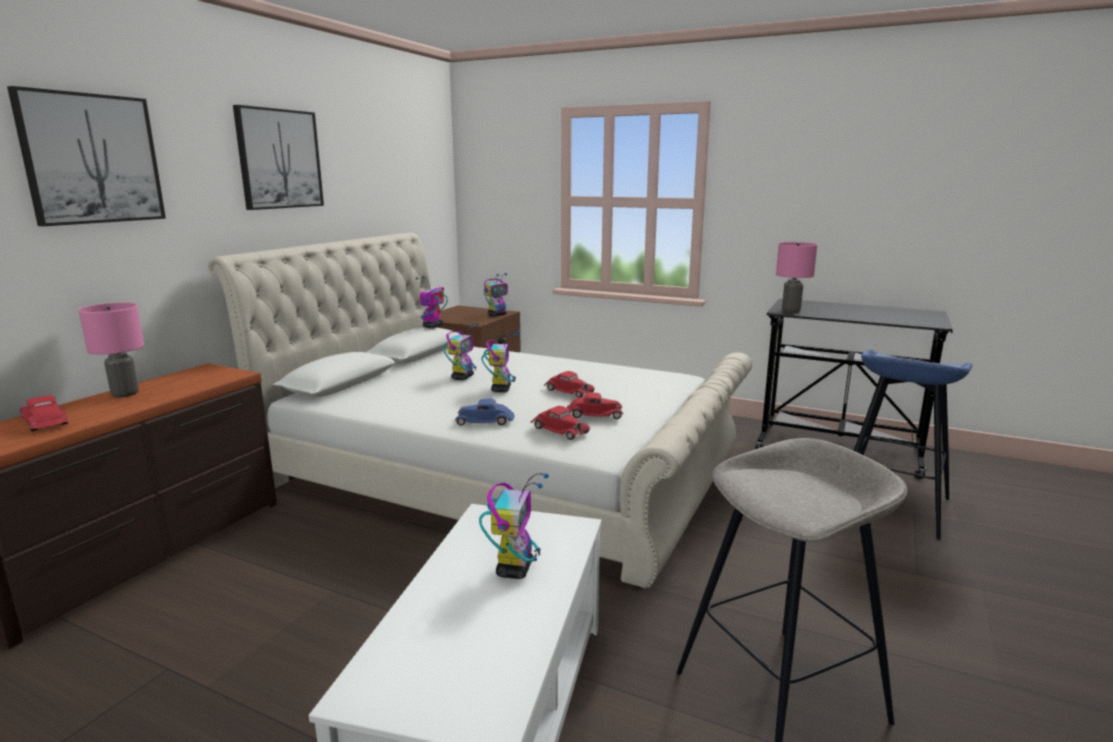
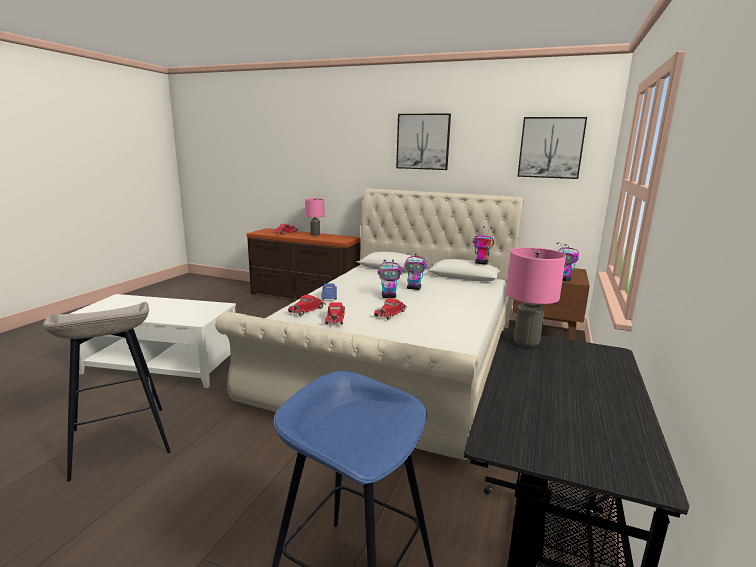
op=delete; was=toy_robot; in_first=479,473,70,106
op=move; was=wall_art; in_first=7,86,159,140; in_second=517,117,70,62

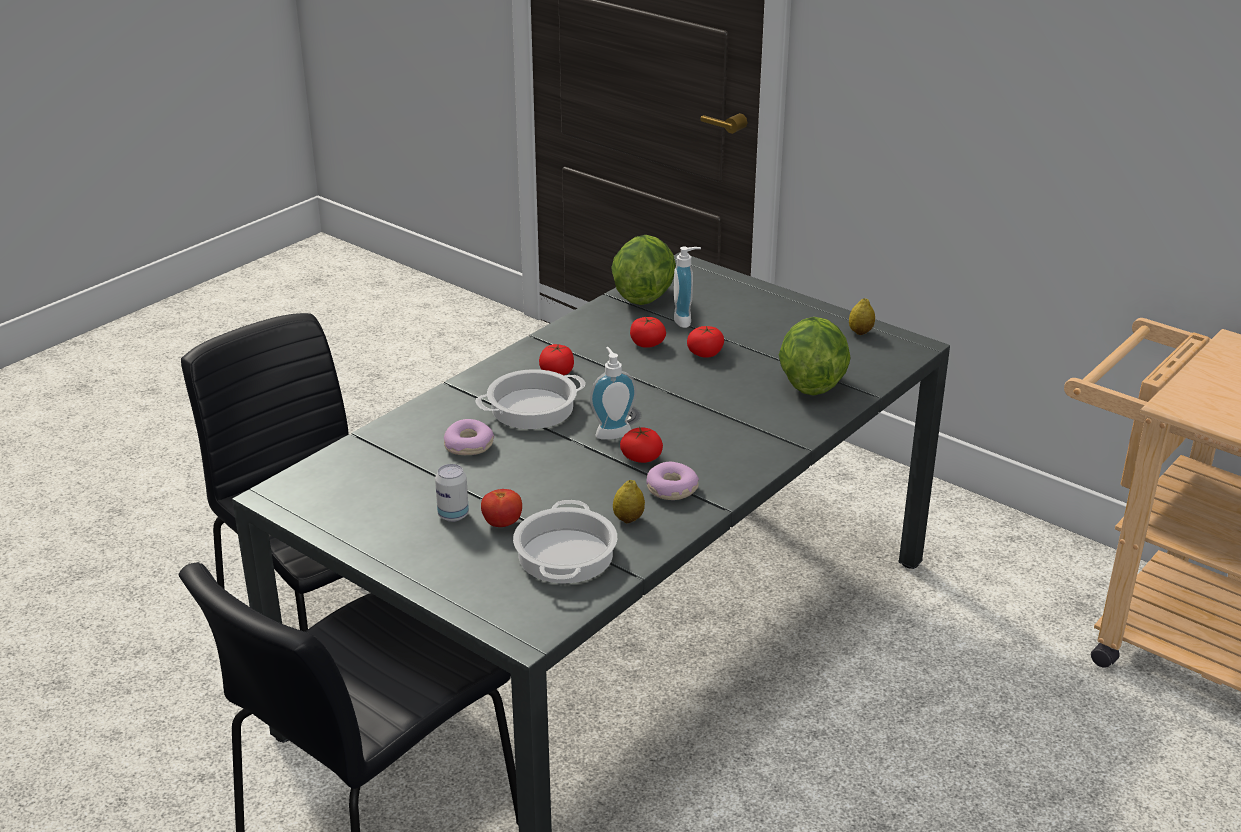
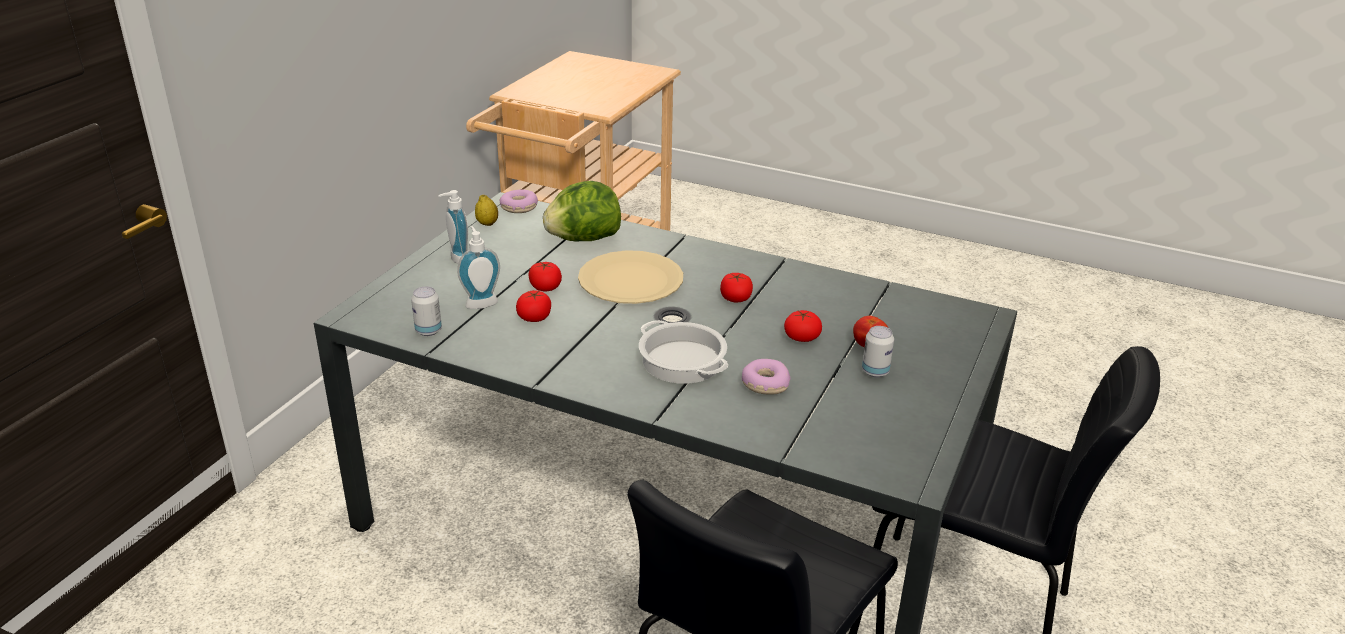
op=delete; was=saucepot; in_first=513,500,104,83
op=delete; was=lemon; in_first=613,480,32,43
op=insert; now=beige_plate; in_second=578,250,105,54
op=move; was=tomato; in_first=539,343,35,32; in_second=784,310,38,32
op=move; was=soap_bottle; in_first=590,347,47,92; in_second=438,190,30,74
op=move; was=doughnut; in_first=646,462,53,38; in_second=499,189,39,24
op=replace; was=lettuce_head; now=can; in_first=611,235,65,70; in_second=411,286,31,50

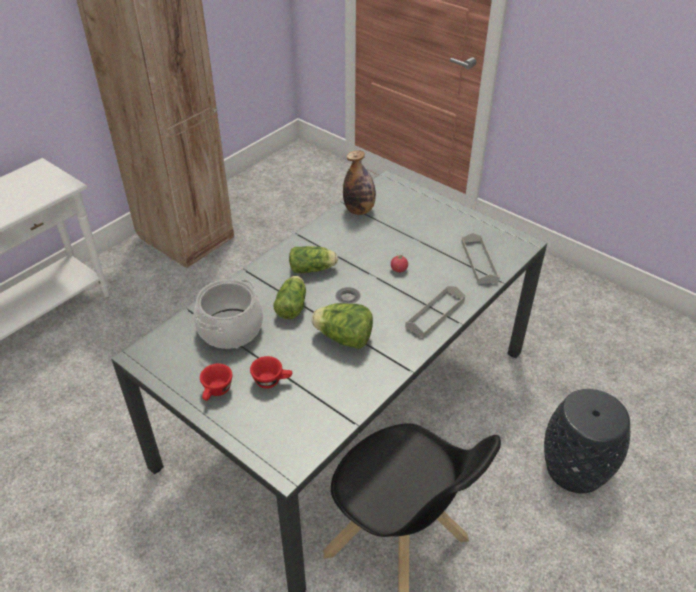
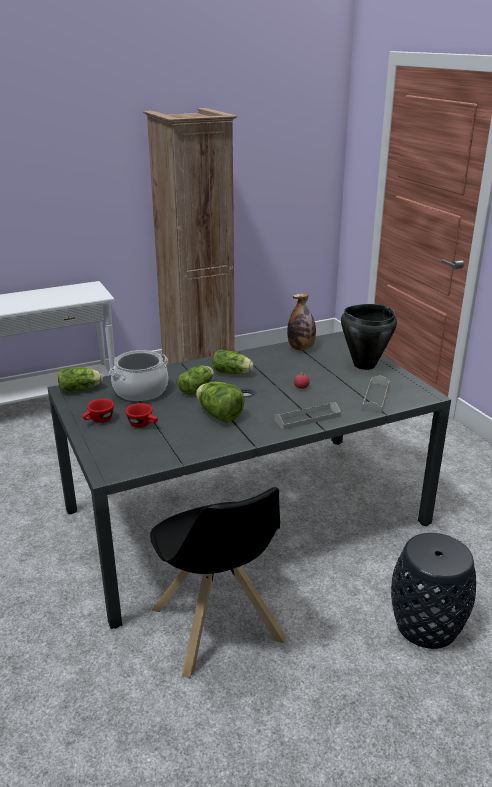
op=insert; now=lettuce_head; in_second=58,367,45,25
op=insert; now=black-coloured_saucepot; in_second=341,304,56,66

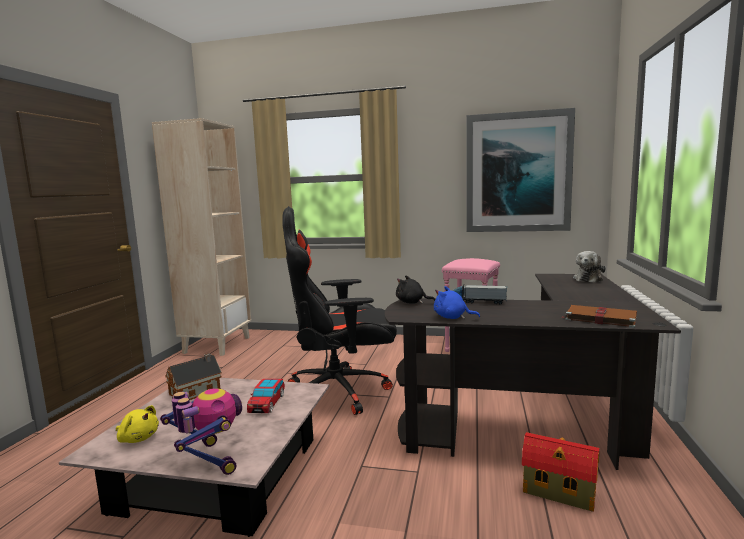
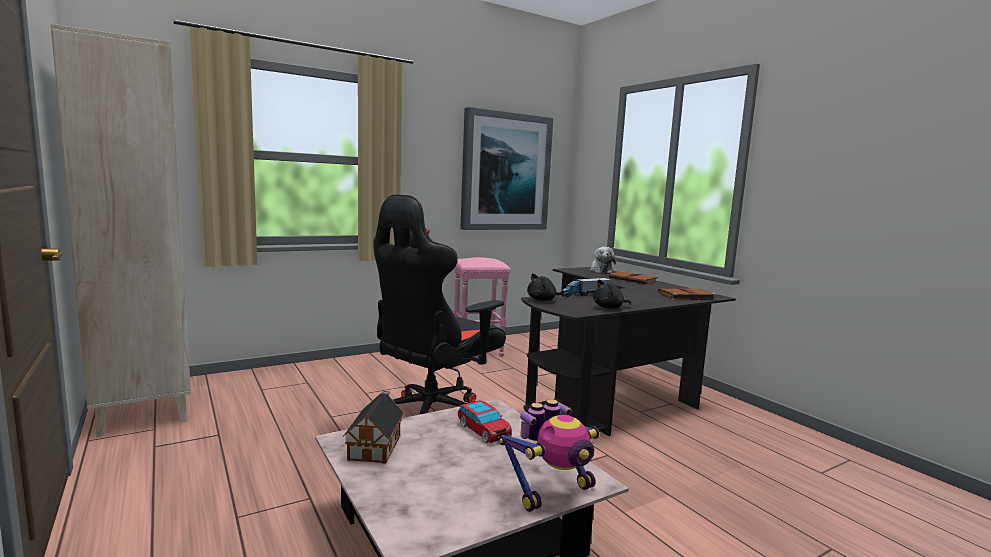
op=delete; was=yellowish_cuddly_toy; in_first=116,405,43,38
op=delete; was=toy_house; in_first=522,432,77,80
op=insert; now=brown-coloured_volume; in_second=609,271,49,13
op=recolor; was=blue-coloured_cuddly_toy; now=black-coloured_cuddly_toy; in_first=434,286,46,33; in_second=593,280,38,29
op=rotate; was=toy_robot; in_first=160,388,82,87; in_second=499,399,100,113; clockwise=135

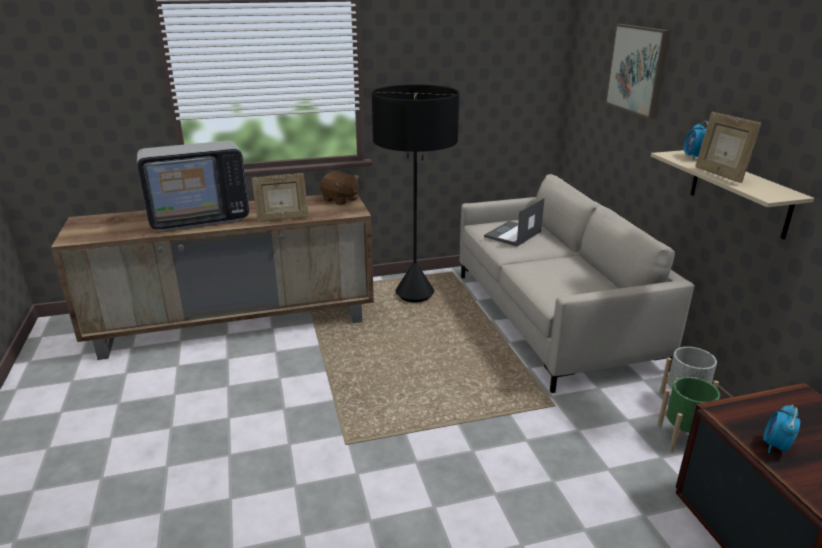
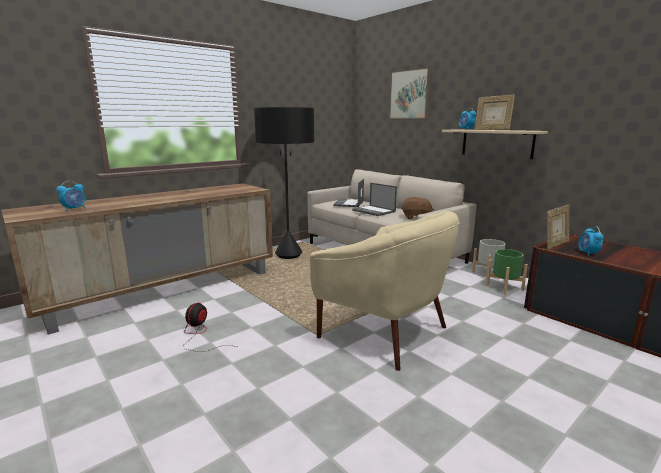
op=delete; was=television; in_first=137,141,112,90
op=insert; now=table_clock; in_second=57,181,28,30
op=insert; now=cooling_fan; in_second=183,303,54,49
op=insert; now=beige_lounge_chair; in_second=310,211,150,160
op=insert; now=portable_computer; in_second=352,183,45,33
op=move; was=picture_frame; in_first=252,173,57,49; in_second=547,204,22,46
op=move; was=brown-coloured_cuddly_toy; in_first=320,171,39,34; in_second=402,197,32,22

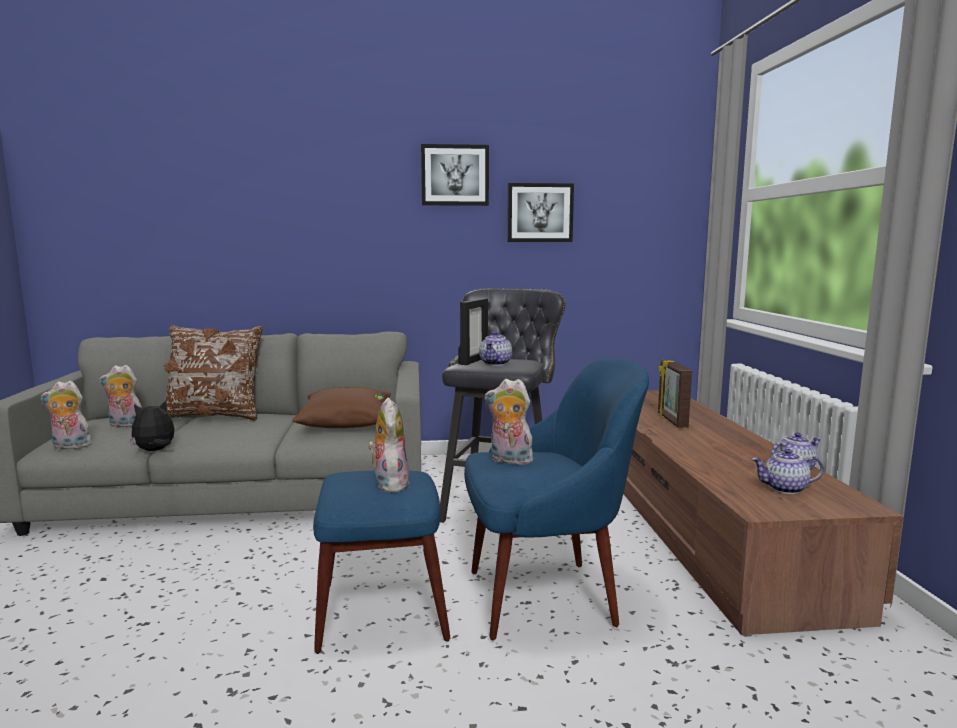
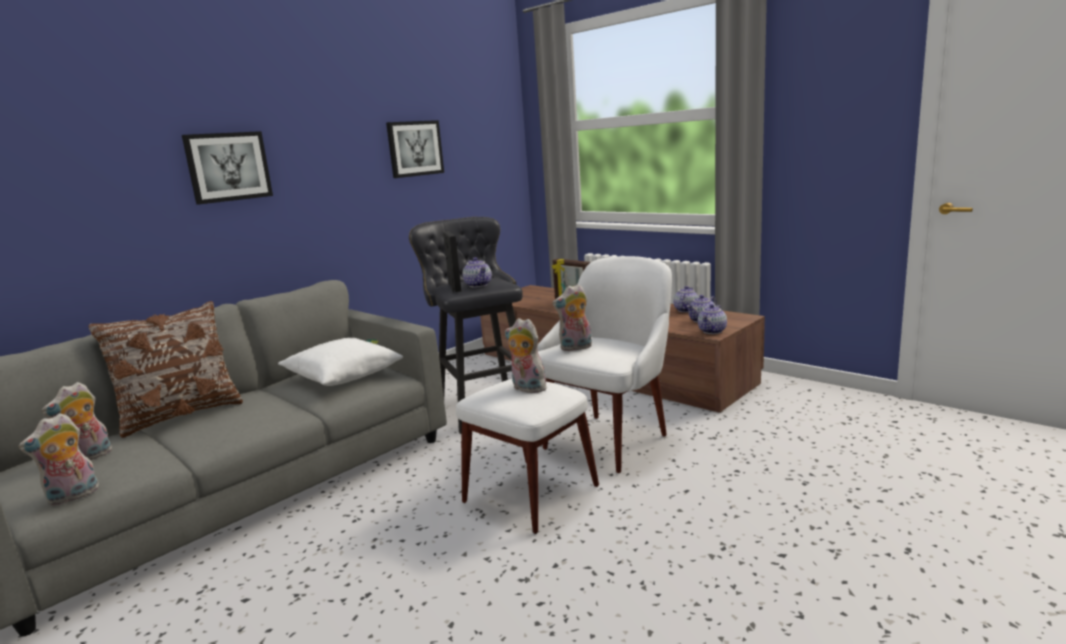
op=delete; was=cuddly_toy; in_first=130,401,45,50
op=insert; now=tea_pot; in_second=698,304,29,30
op=move; was=wall_art; in_first=421,144,68,62; in_second=182,131,91,74
op=recolor; was=brown-coloured_throw_pillow; now=whitish_throw_pillow; in_first=292,387,99,41; in_second=278,338,125,48
op=recolor; was=blue-coloured_lounge_chair; now=whitish_lounge_chair; in_first=313,358,336,296; in_second=456,256,216,278

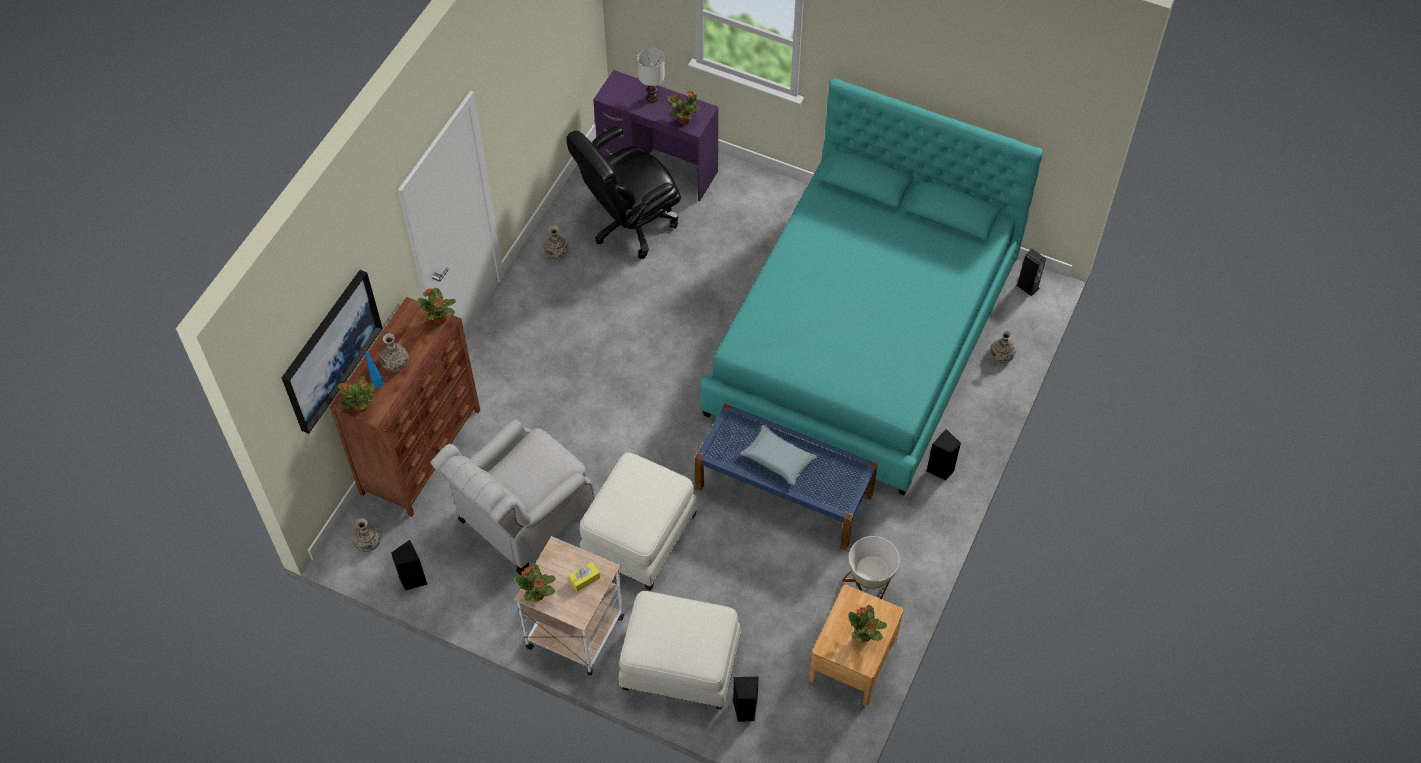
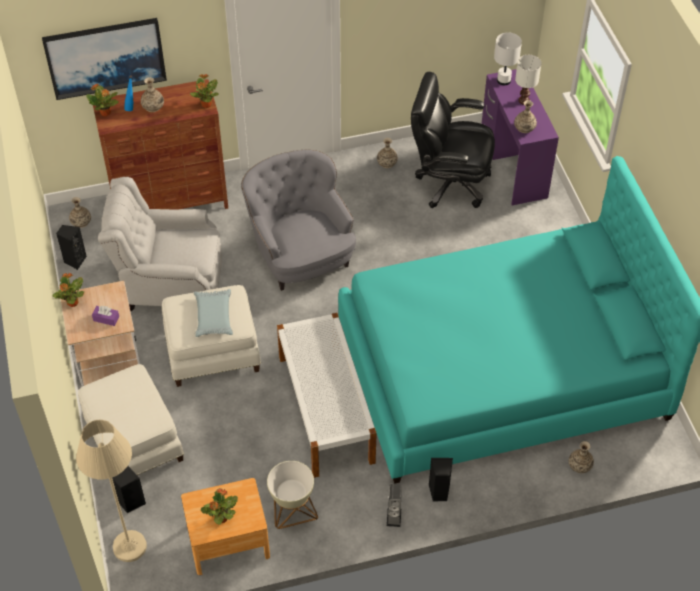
op=insert; now=beige_standard_lamp; in_second=76,420,71,142
op=insert; now=grey_lounge_chair; in_second=241,150,115,141
op=insert; now=whitish_tabletop_lamp; in_second=494,32,28,53
op=move; was=blue-coloured_throw_pillow; in_first=740,425,77,61; in_second=194,289,39,48
op=move; was=speaker; in_first=1016,249,30,47; in_second=387,483,15,44
op=replace; was=houseplant; now=vase; in_first=667,90,34,35; in_second=514,100,23,33
op=recolor; was=yellowish_tissue_holder; now=purple_tissue_holder; in_first=569,562,31,30; in_second=92,306,27,20
op=recolor; was=blue-coloured_long_seat; now=whitish_long_seat; in_first=695,403,183,148; in_second=277,313,100,165

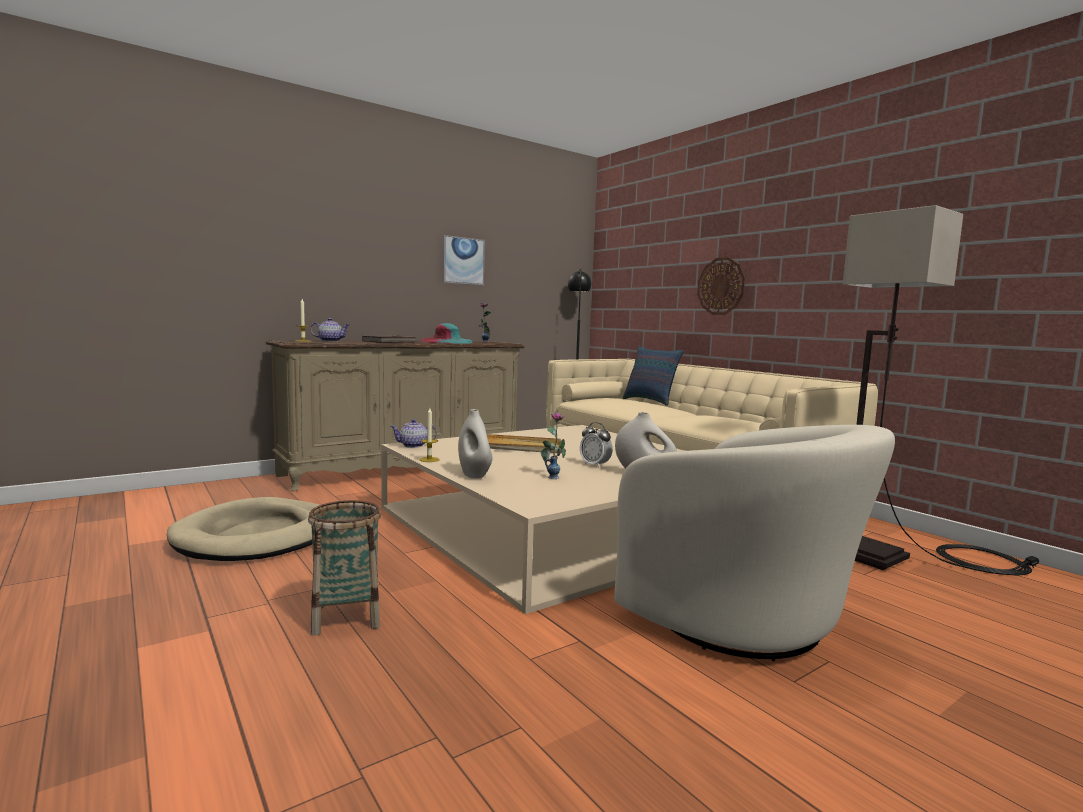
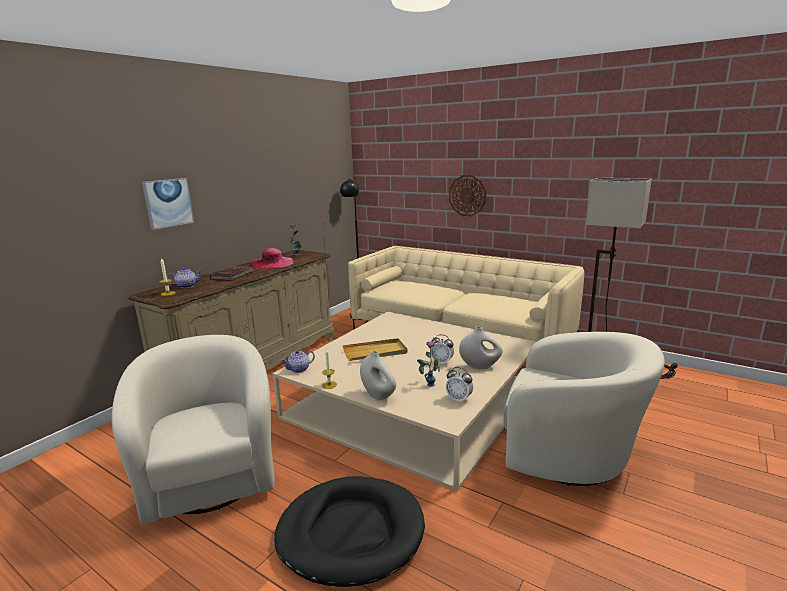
op=delete; was=blue-coloured_throw_pillow; in_first=623,346,60,60
op=insert; now=table_clock; in_second=446,367,27,36
op=move; was=wall_art; in_first=442,235,43,50; in_second=142,178,52,52
op=replace; was=beige_pet_bed; now=beige_lounge_chair; in_first=166,497,153,64; in_second=112,335,163,189
op=replace; was=storage_basket; now=black-coloured_pet_bed; in_first=308,500,73,136; in_second=274,476,151,111
op=recolor; was=turquoise_hat; now=pinkish_hat; in_first=420,323,53,21; in_second=250,248,44,21

